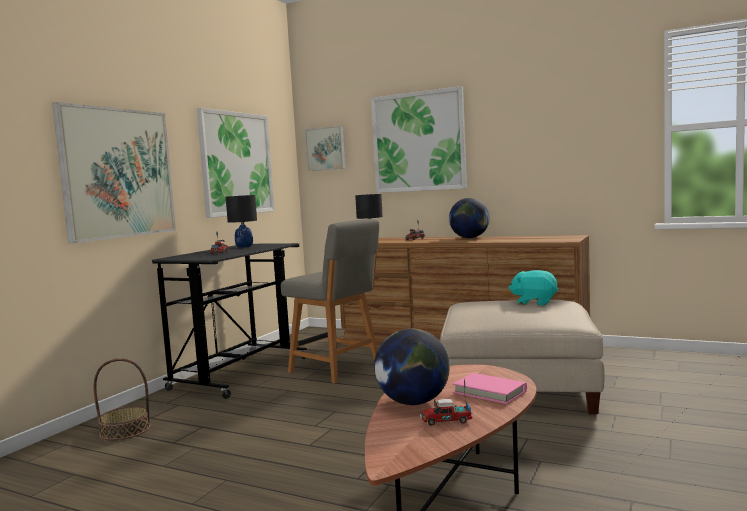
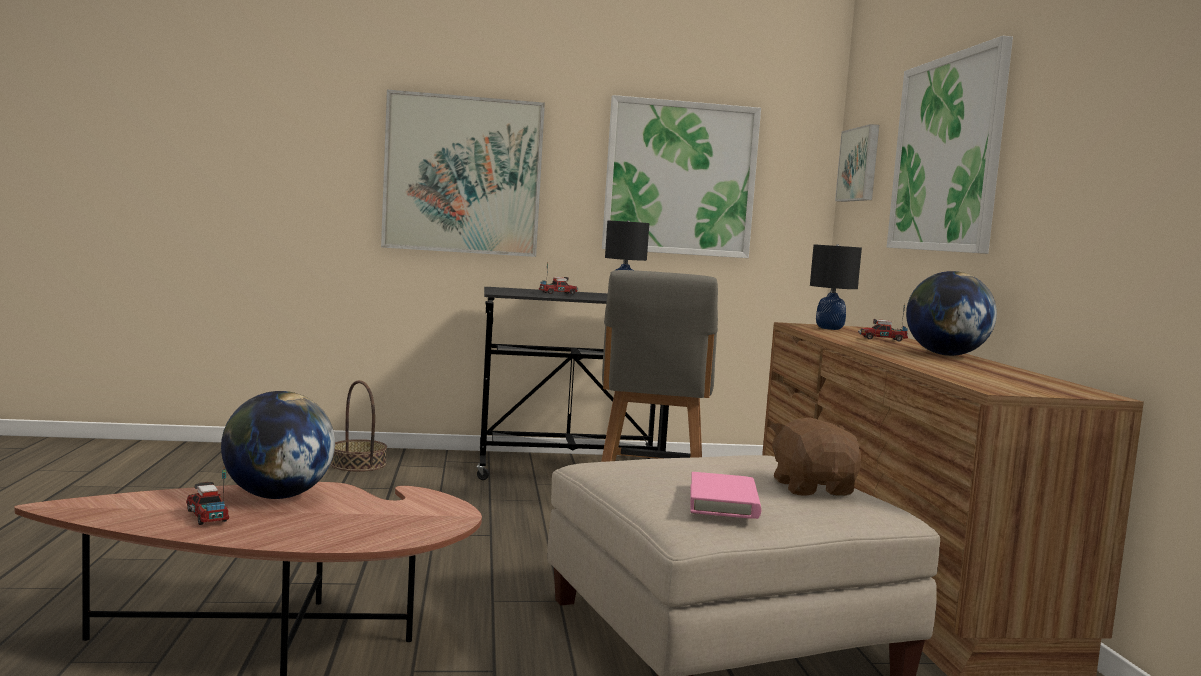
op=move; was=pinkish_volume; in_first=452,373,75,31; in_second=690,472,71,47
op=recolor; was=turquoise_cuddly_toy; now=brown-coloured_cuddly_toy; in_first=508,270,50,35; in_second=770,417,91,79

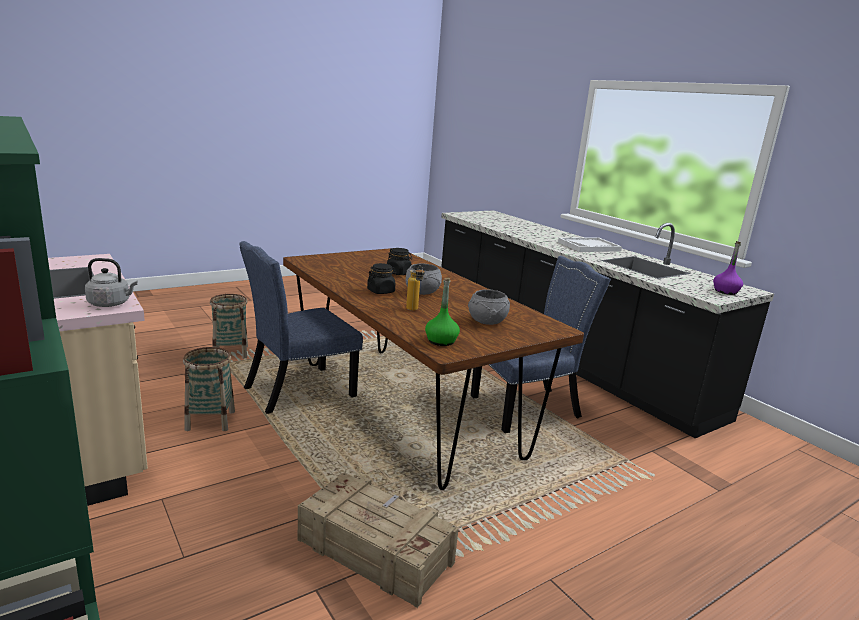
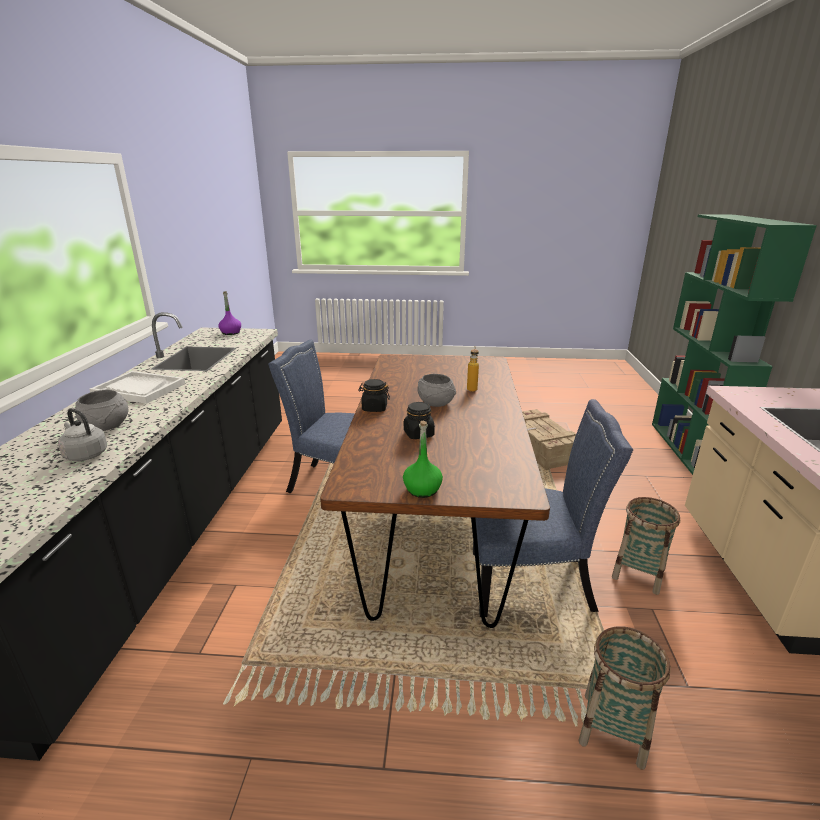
op=move; was=grey_tea_kettle; in_first=85,258,53,49; in_second=58,409,49,52
op=move; was=black-coloured_storage_jar; in_first=367,263,29,31; in_second=358,379,32,33
op=move; was=green_drink_bottle; in_first=425,278,35,68; in_second=403,421,40,77
op=move; was=grey_deep_dish; in_first=468,290,42,35; in_second=75,390,53,41

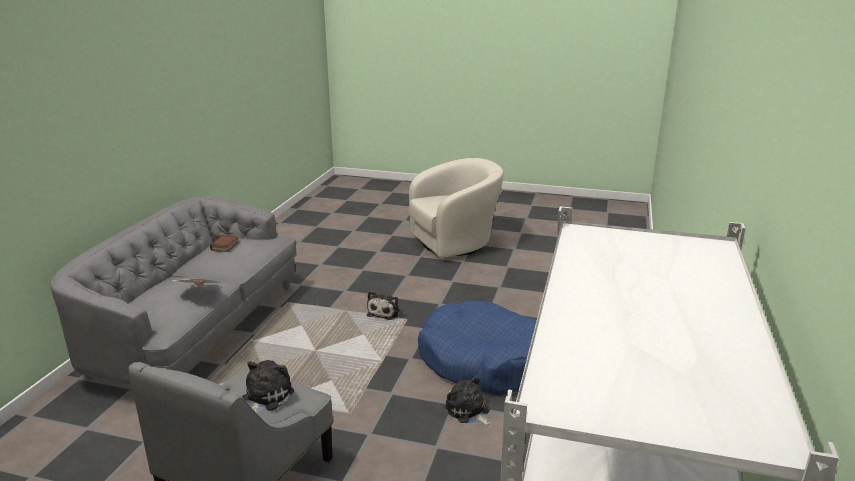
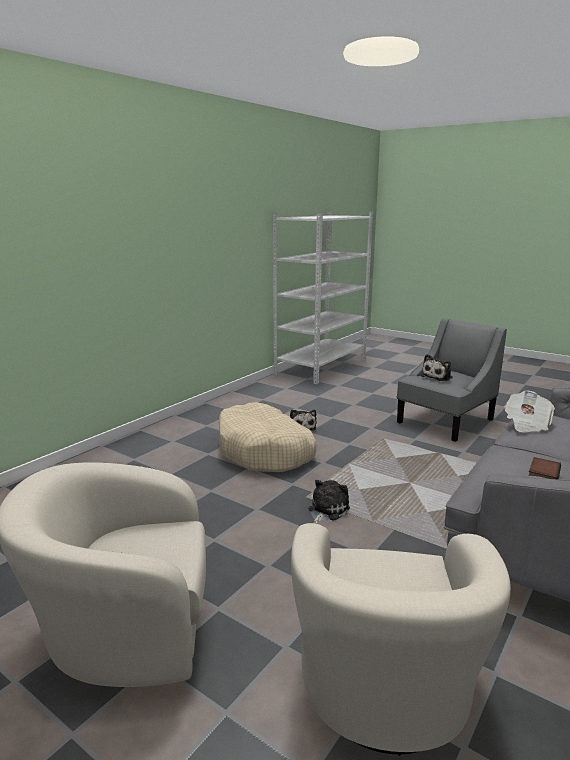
op=insert; now=beige_lounge_chair; in_second=291,523,220,233
op=recolor; was=blue-coloured_pet_bed; now=beige_pet_bed; in_first=418,301,118,94; in_second=219,402,97,70

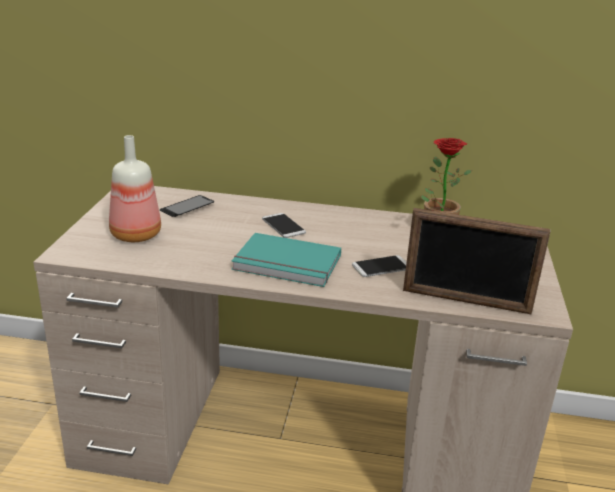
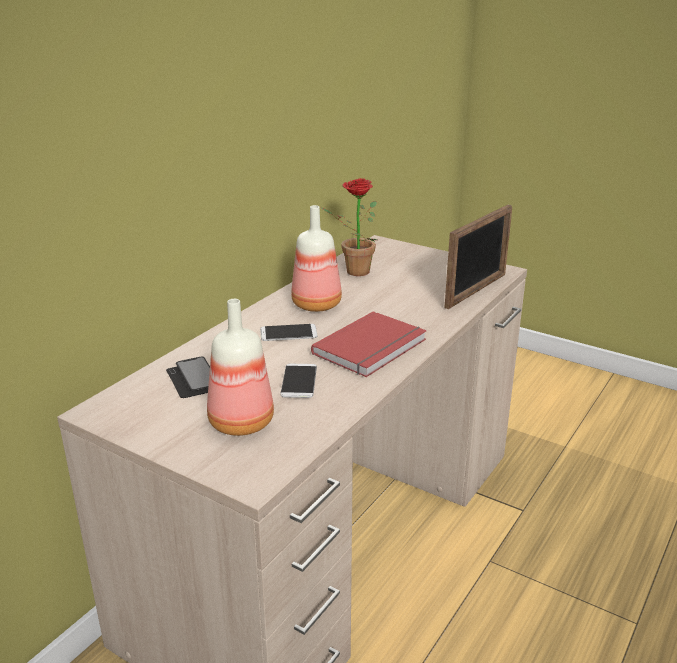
op=insert; now=drink_bottle; in_second=291,205,51,107
op=move; was=telephone; in_first=352,255,55,22; in_second=280,364,37,34
op=recolor; was=turquoise_volume; now=red-coloured_volume; in_first=231,233,110,54; in_second=311,311,116,66

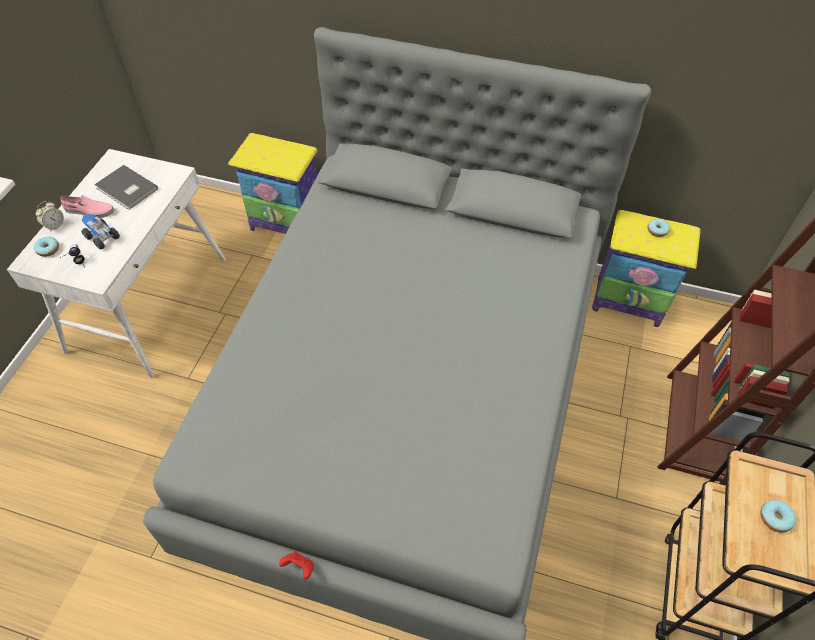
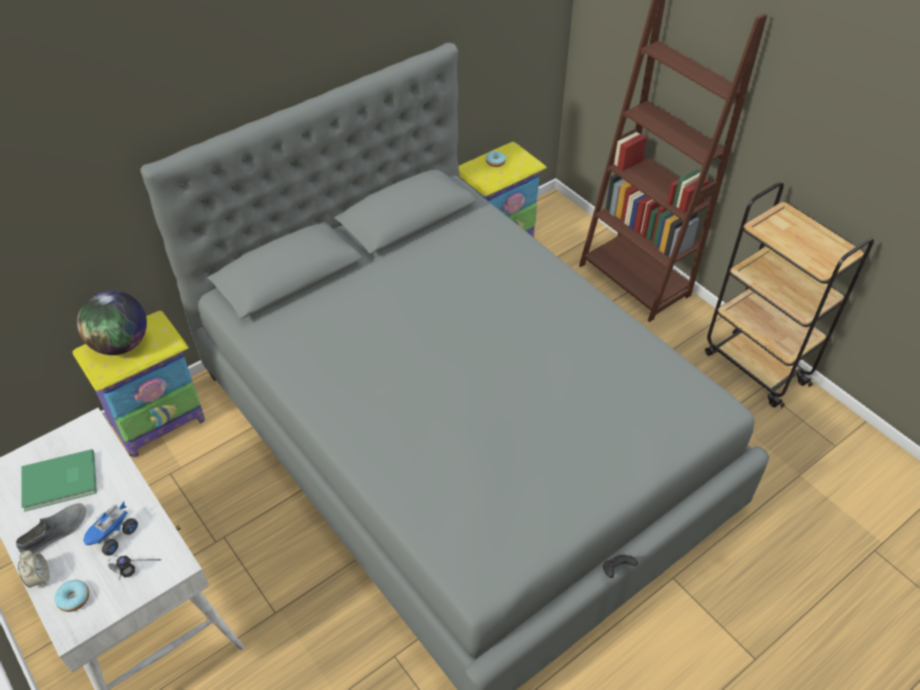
op=delete; was=doughnut; in_first=761,500,35,32
op=insert; now=desk_globe; in_second=77,290,70,65
op=recolor; was=pinkish_low_shoe; now=grey_low_shoe; in_first=60,195,54,23; in_second=16,503,70,52
op=recolor; was=grey_volume; now=green_volume; in_first=94,165,64,45; in_second=21,449,76,63
op=recolor; was=red-coloured_joypad; now=black-coloured_joypad; in_first=279,552,35,28; in_second=603,554,35,24
op=rotate; was=toy_lorry; in_first=81,214,39,35; in_second=83,502,55,54; clockwise=-45

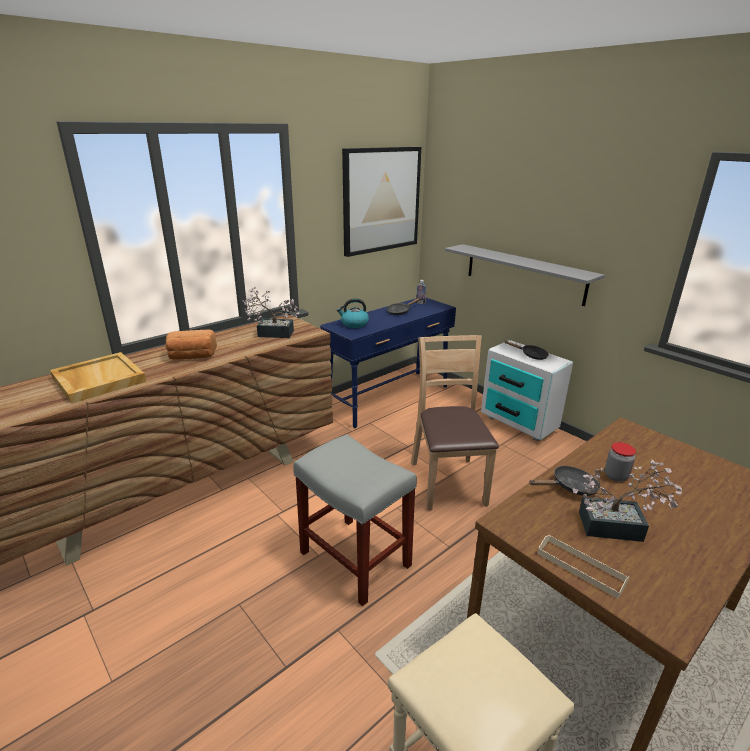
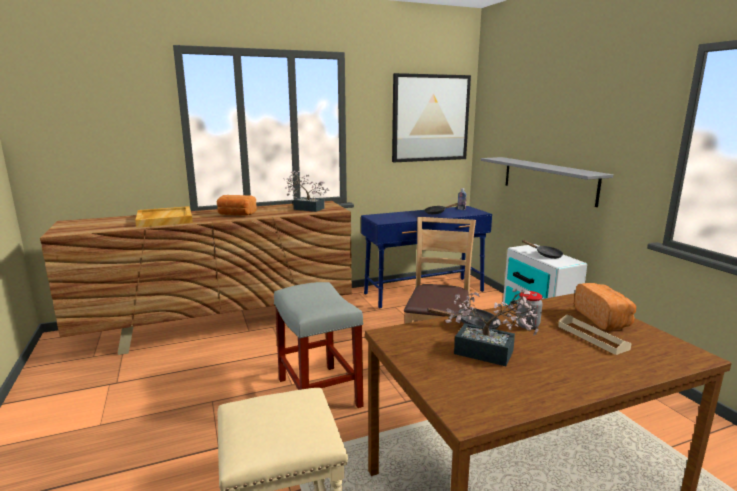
op=delete; was=tea_kettle; in_first=337,298,32,30
op=insert; now=bakery_bread; in_second=574,283,62,48
op=move; was=beige_carrying_tray; in_first=537,535,92,64; in_second=558,314,74,41

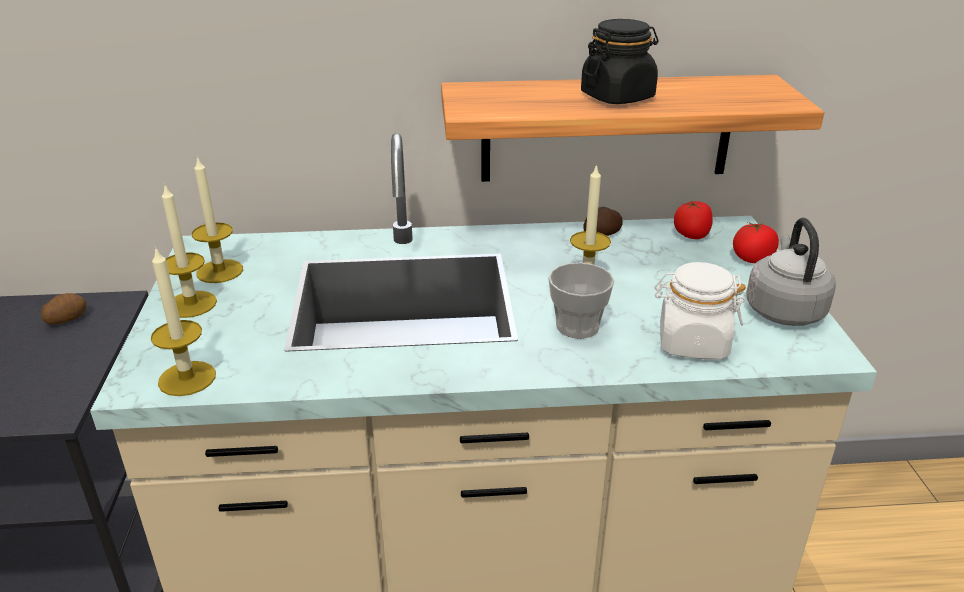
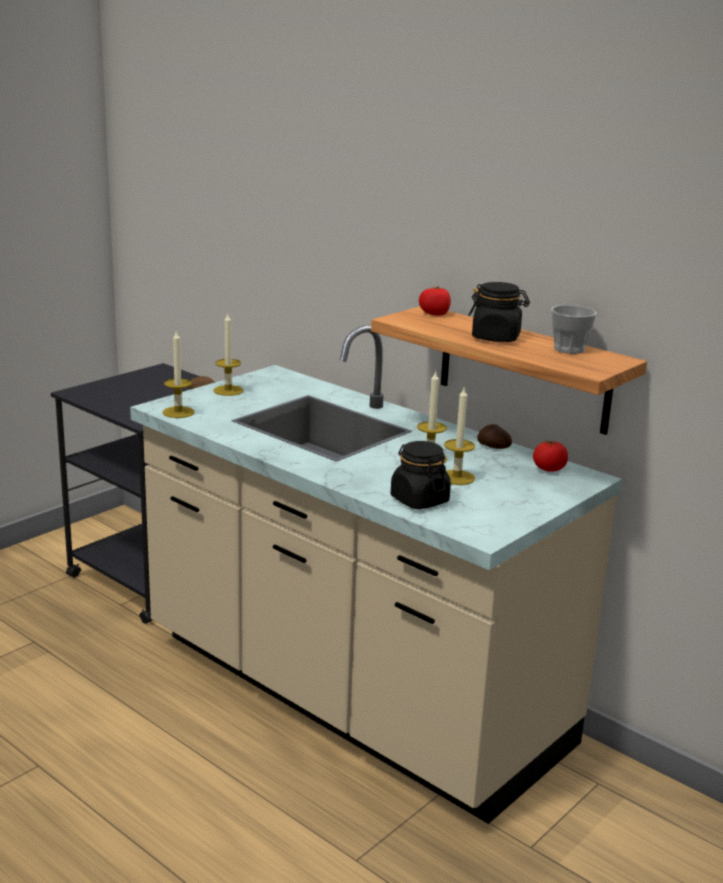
op=delete; was=grey_tea_kettle; in_first=746,218,90,108
op=move; was=wax_candle; in_first=192,156,51,127; in_second=444,388,31,97
op=move; was=small_cup; in_first=548,263,66,76; in_second=551,305,46,49
op=move; was=tomato; in_first=733,222,46,41; in_second=419,286,32,29
op=recolor; was=whitish_storage_jar; now=black-coloured_storage_jar; in_first=654,262,92,97; in_second=391,441,60,68

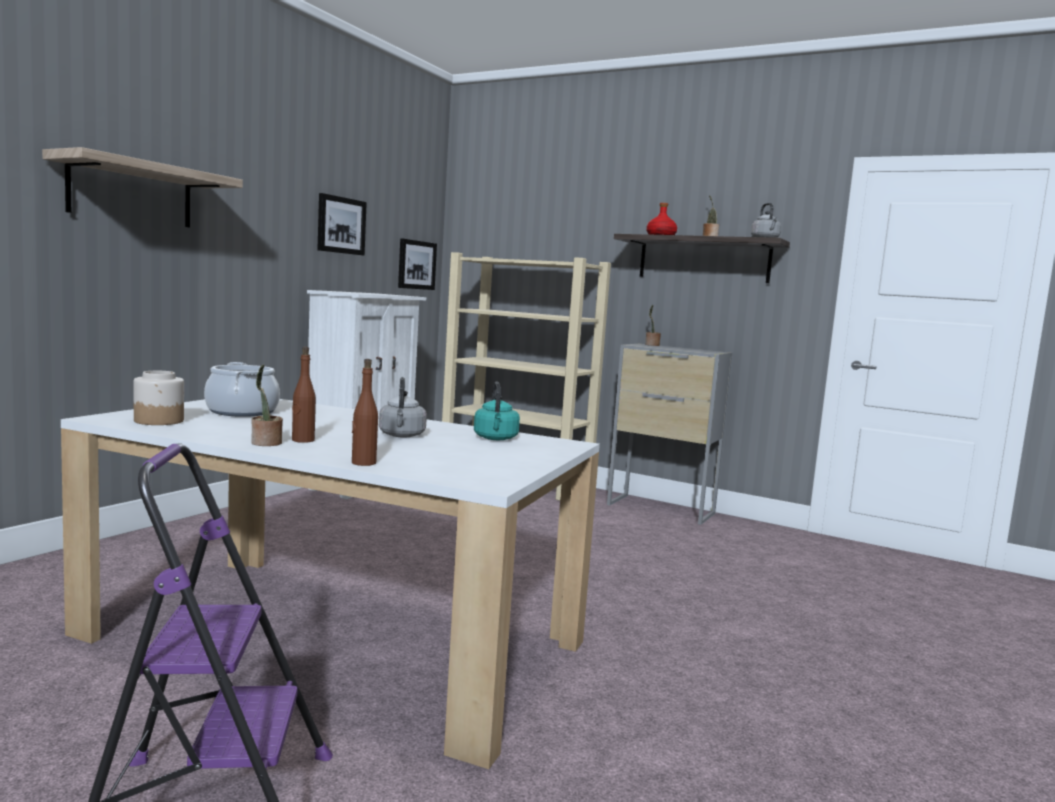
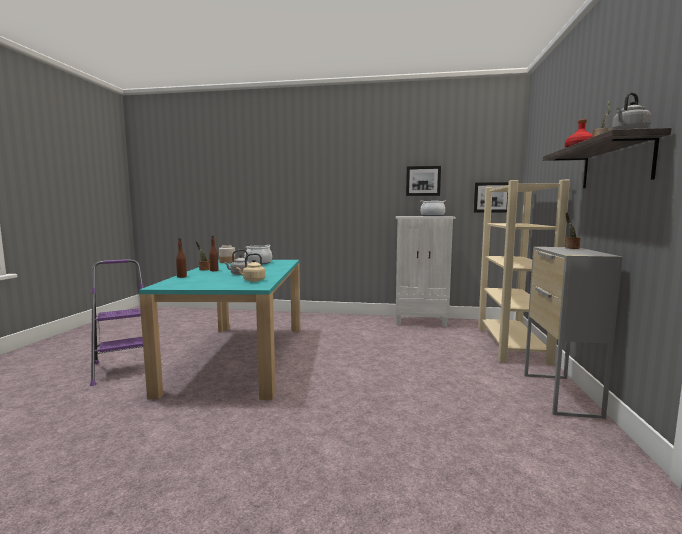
op=delete; was=wall_shelf; in_first=42,147,201,81
op=insert; now=saucepot; in_second=421,200,24,17
op=recolor; was=whitish_kitchen_table; now=turquoise_kitchen_table; in_first=61,399,539,370; in_second=139,260,161,140
op=recolor; was=turquoise_tea_kettle; now=beige_tea_kettle; in_first=474,381,46,59; in_second=236,253,30,29

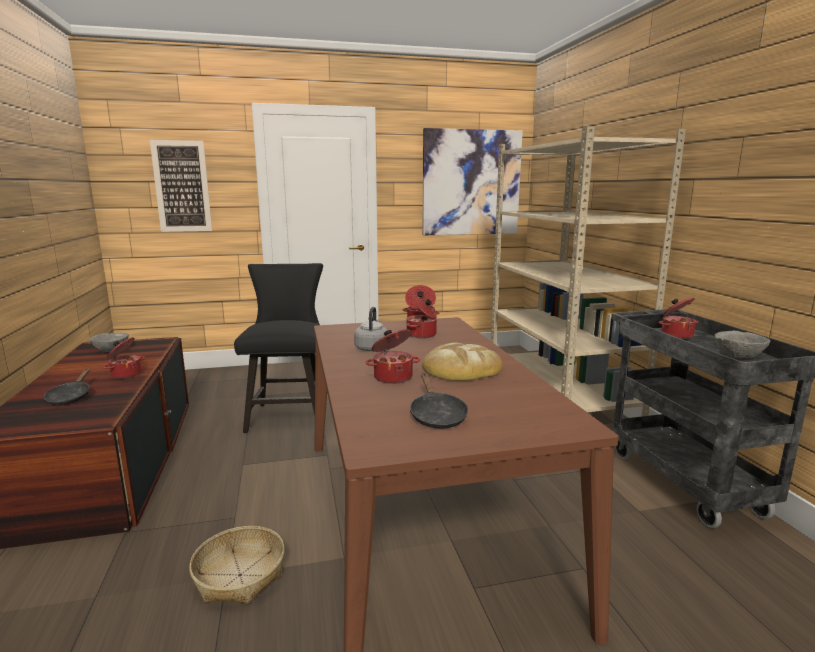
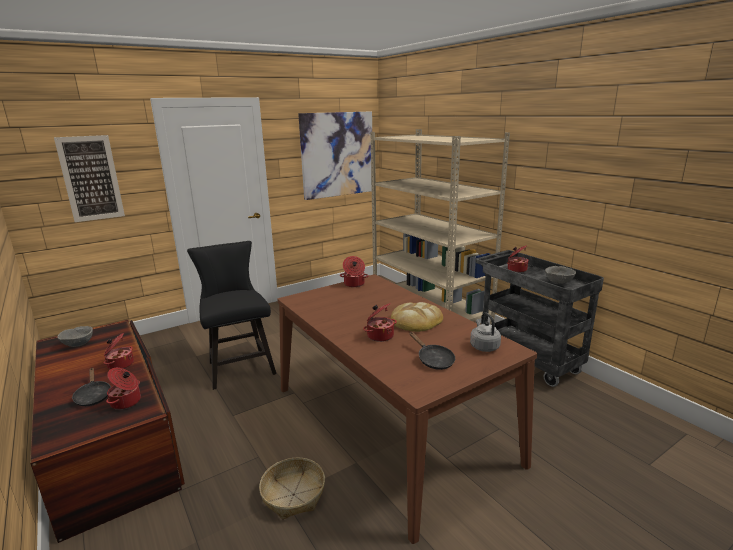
op=move; was=grey_tea_kettle; in_first=354,307,33,44; in_second=470,312,31,40
op=move; was=saucepot; in_first=407,295,30,43; in_second=106,368,35,42

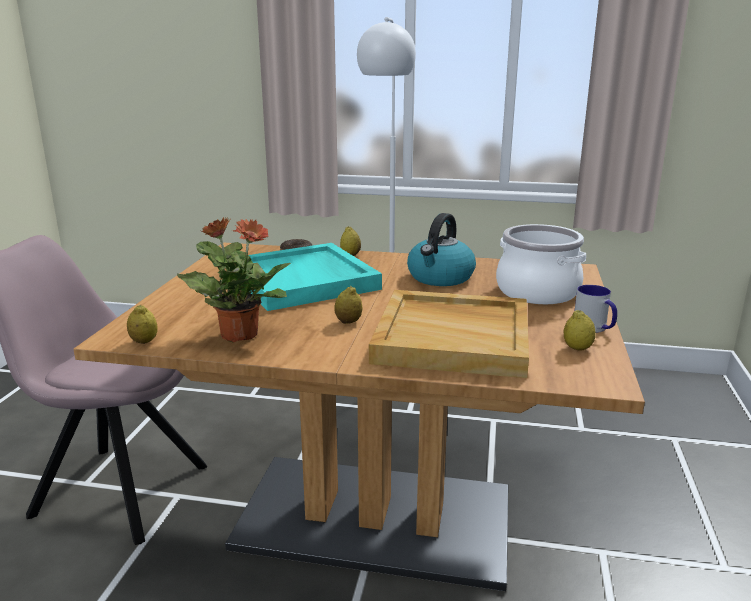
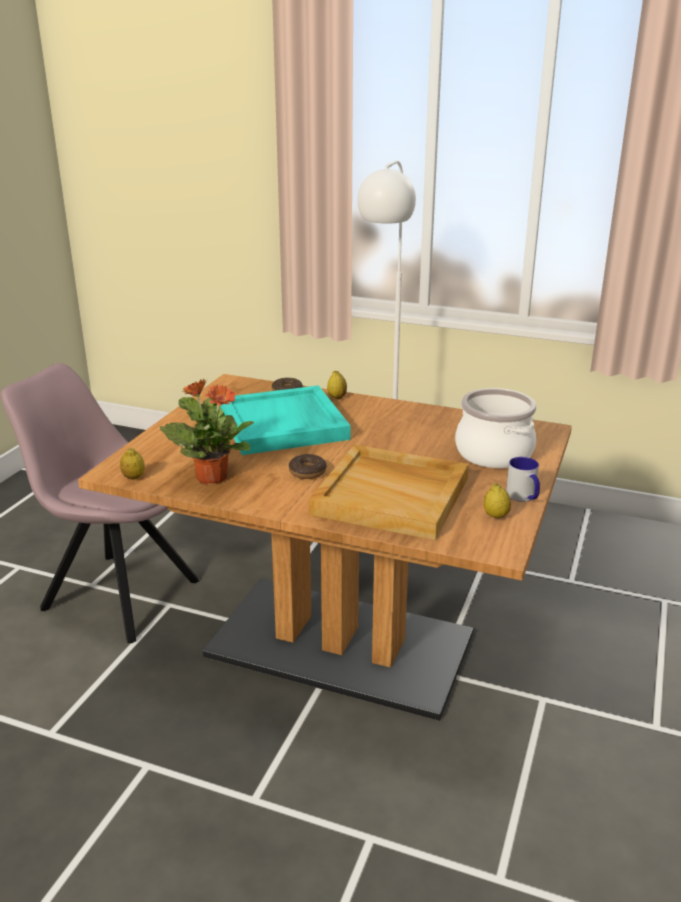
op=delete; was=tea_kettle; in_first=407,213,69,73
op=replace; was=lemon; now=doughnut; in_first=334,286,28,38; in_second=289,454,38,25

